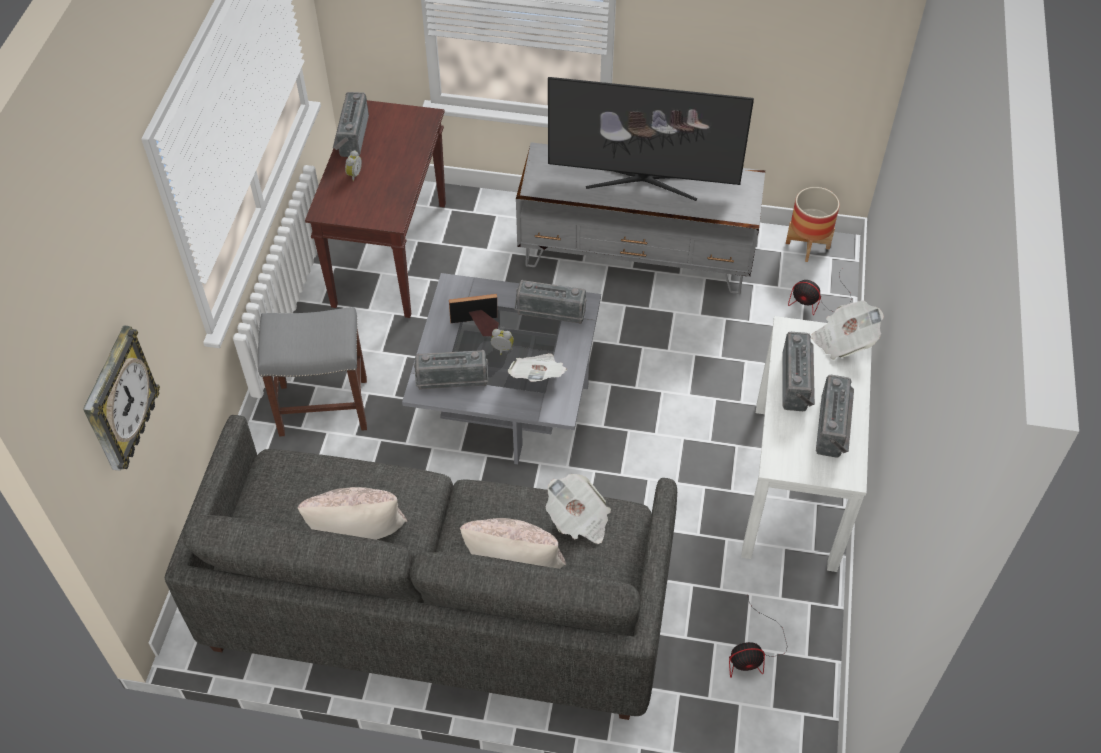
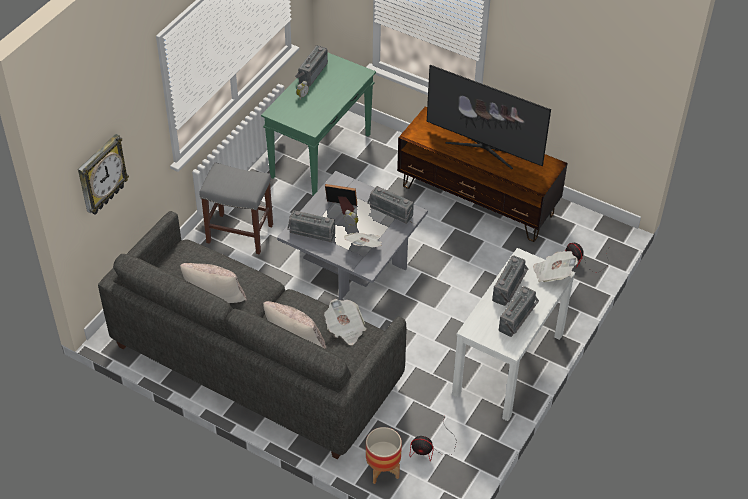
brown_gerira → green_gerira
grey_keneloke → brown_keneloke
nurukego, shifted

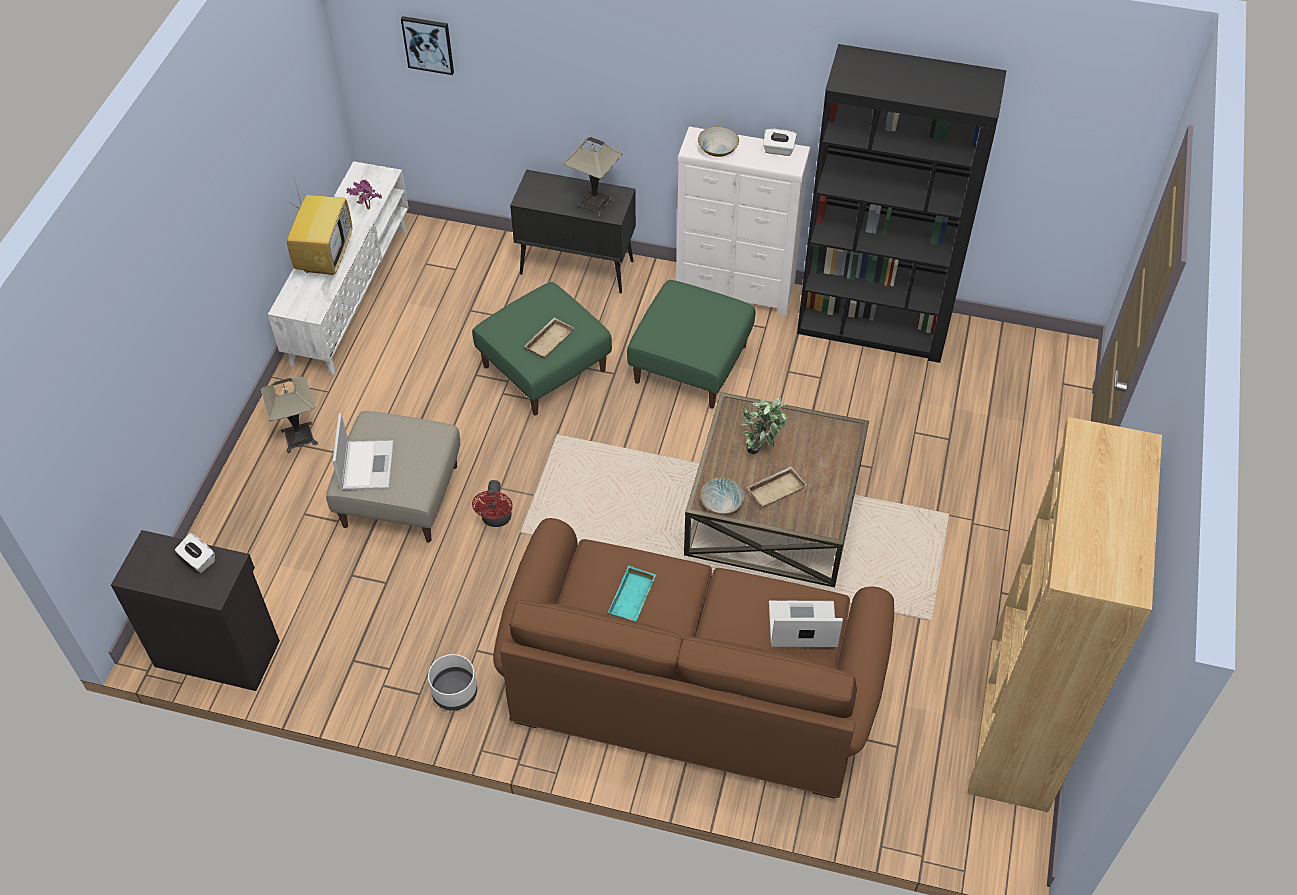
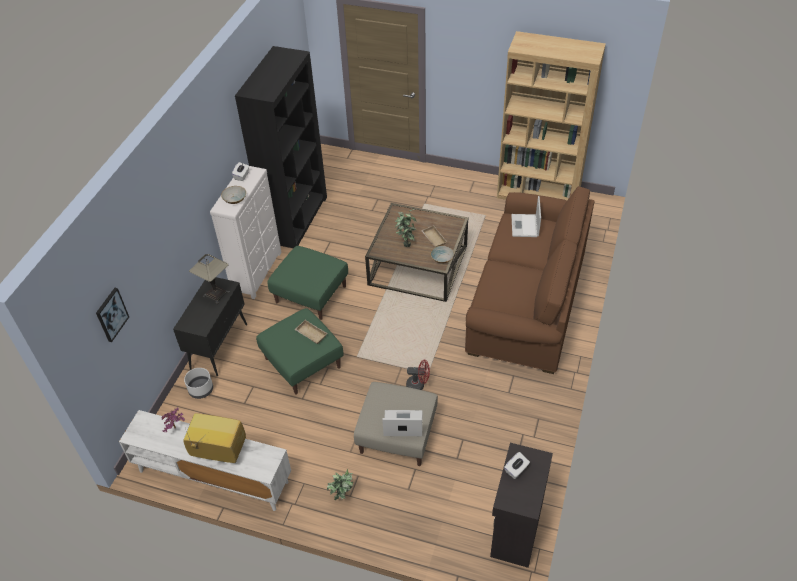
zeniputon (no. 1 from left) → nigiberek (no. 2 from left)
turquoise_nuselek → -
white_nurukego, shifted

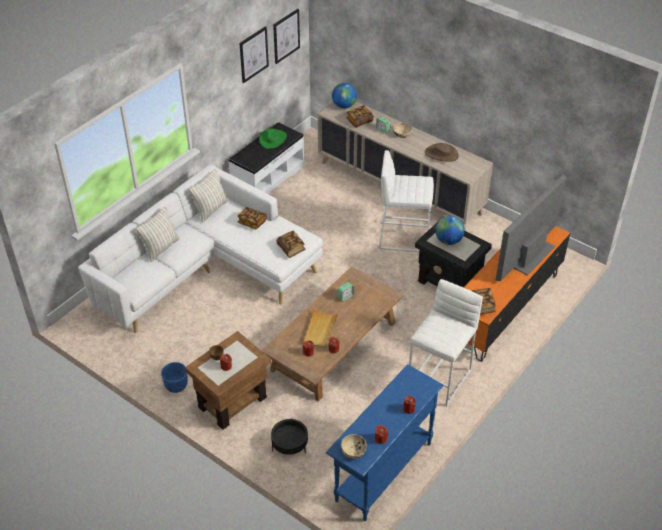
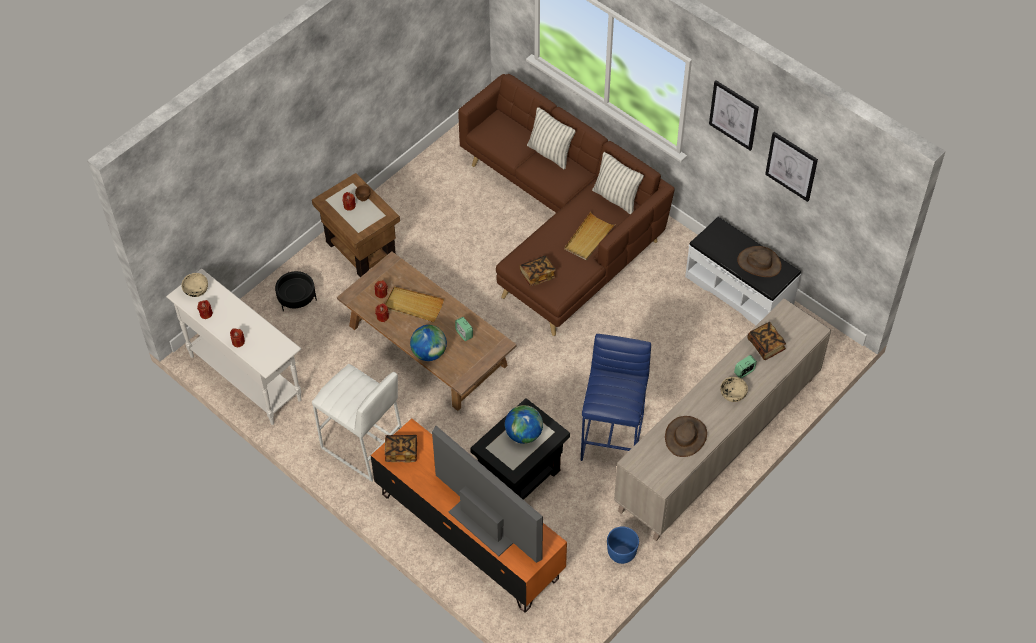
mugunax (no. 2 from left in the first image) → mugunax (no. 1 from left), shifted
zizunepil (no. 1 from left), shifted
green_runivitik → brown_runivitik (no. 2 from left)
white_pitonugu (no. 1 from left) → blue_pitonugu
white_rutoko → brown_rutoko
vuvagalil (no. 1 from left) → beige_nuselek (no. 2 from left)
blue_nurukego, shifted
blue_gerira → white_gerira

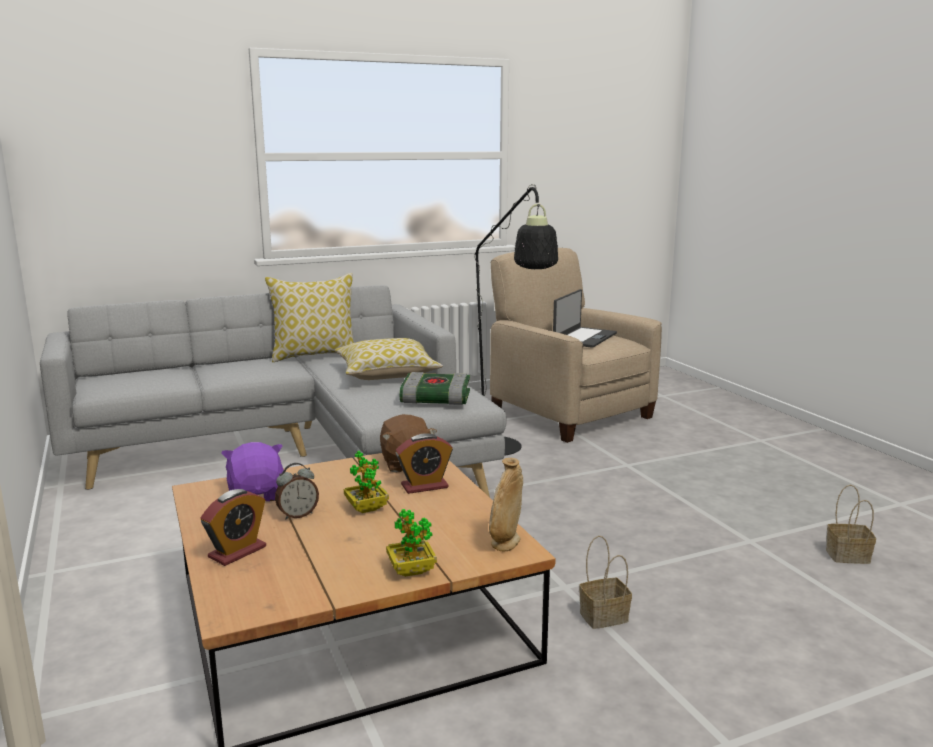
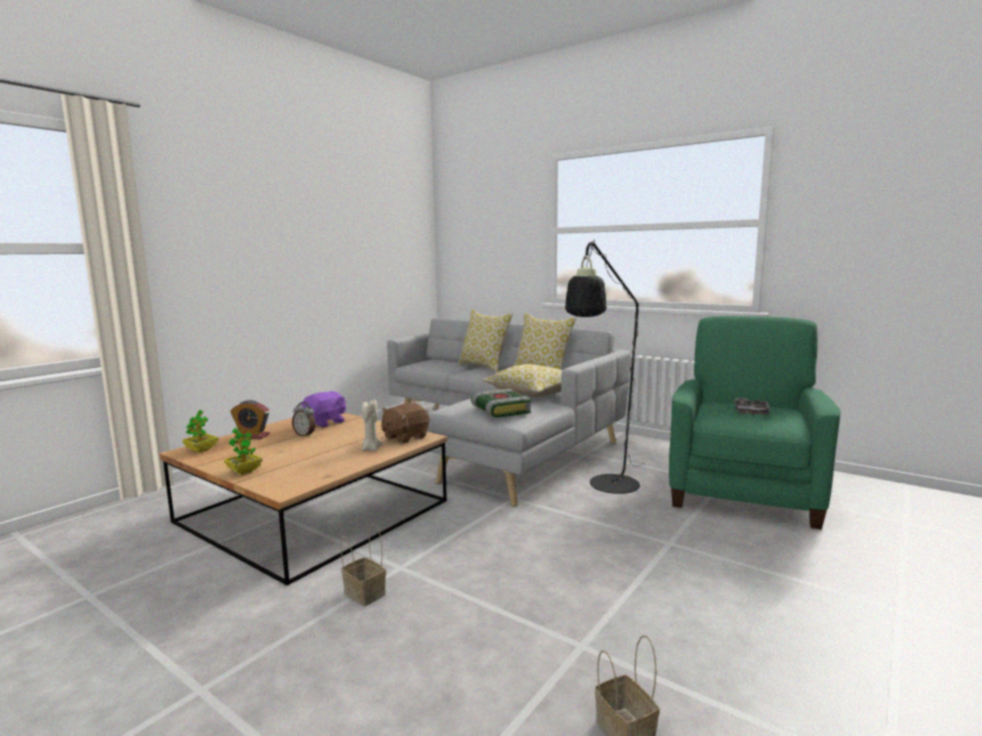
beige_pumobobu → green_pumobobu
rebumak → grey_nuselek
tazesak (no. 3 from left) → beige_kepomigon
nigiberek (no. 1 from left), shifted
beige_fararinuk → -
- → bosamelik (no. 1 from left)

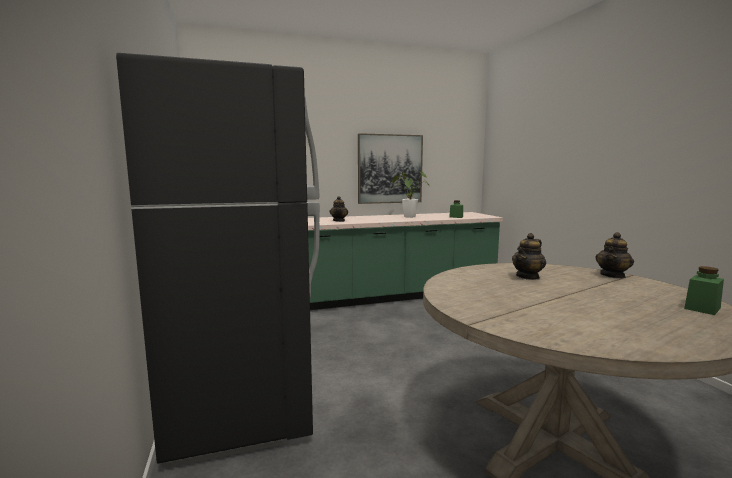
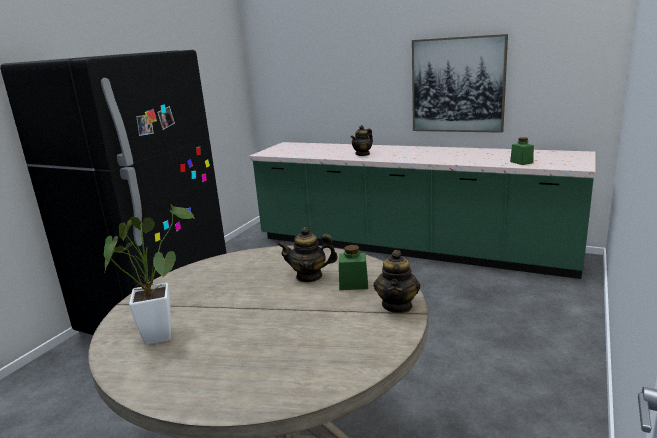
nigiberek, shifted
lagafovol (no. 3 from left), 75 degrees counterclockwise
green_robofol (no. 2 from left in the first image) → green_robofol (no. 1 from left), shifted

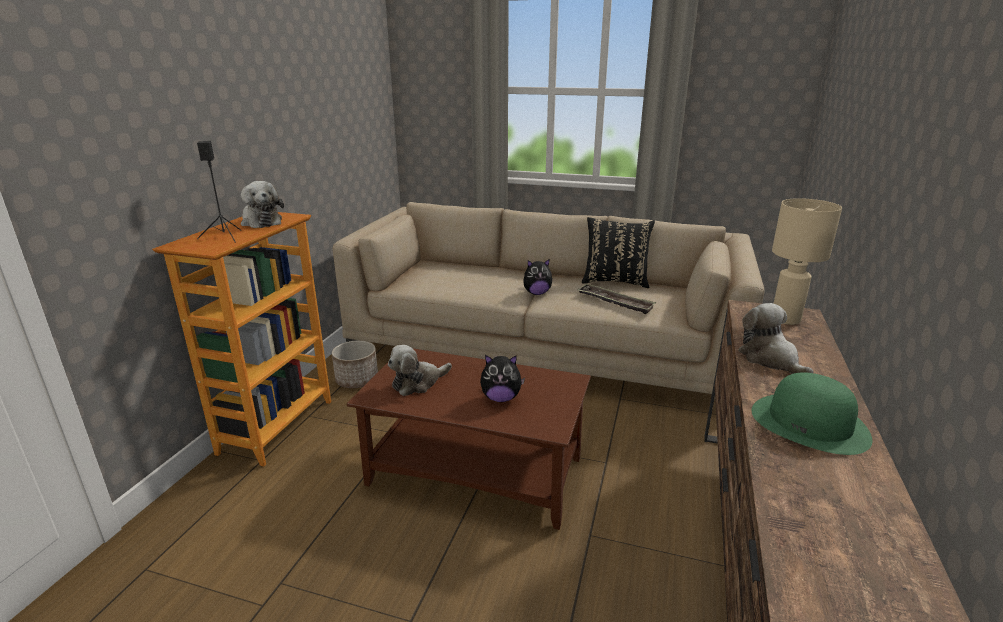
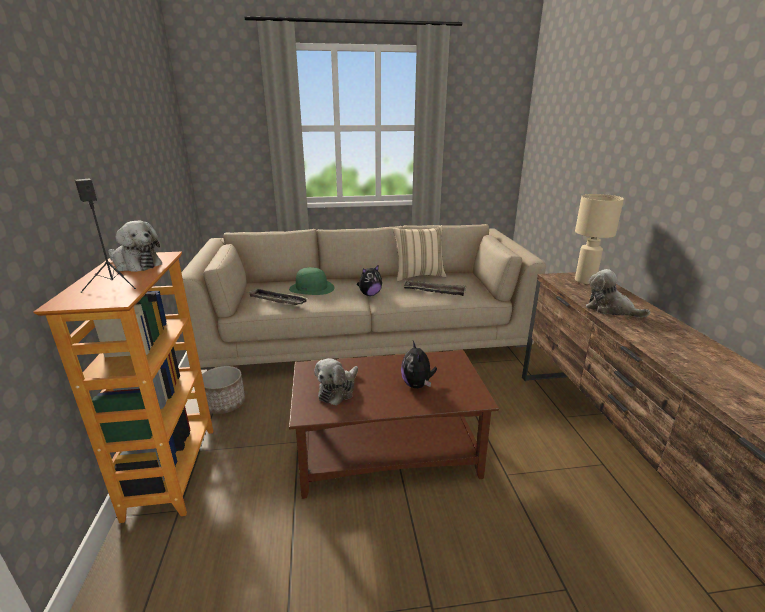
black_bosamelik → beige_bosamelik
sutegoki (no. 3 from left in the first image) → sutegoki (no. 4 from left), 105 degrees clockwise
green_runivitik, shifted
- → nuselek (no. 1 from left)

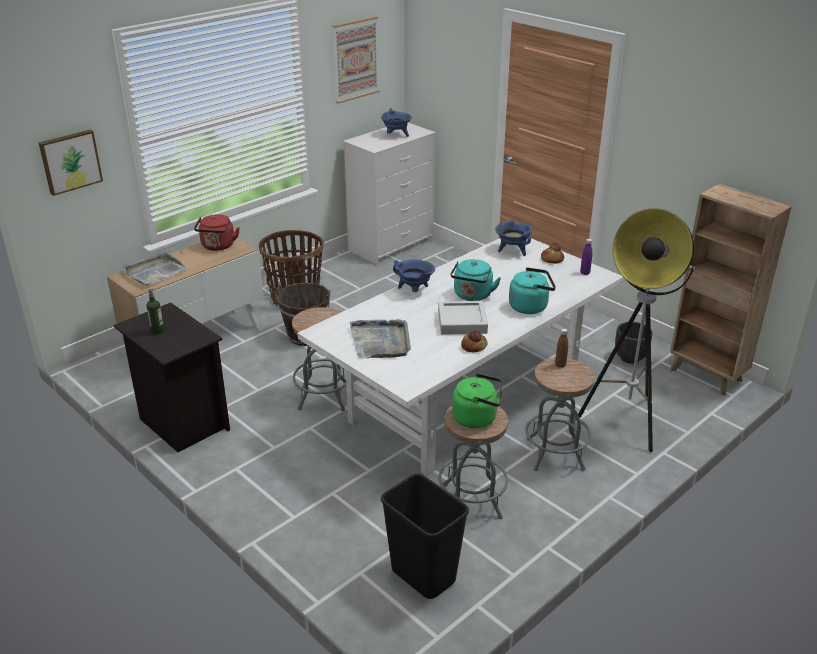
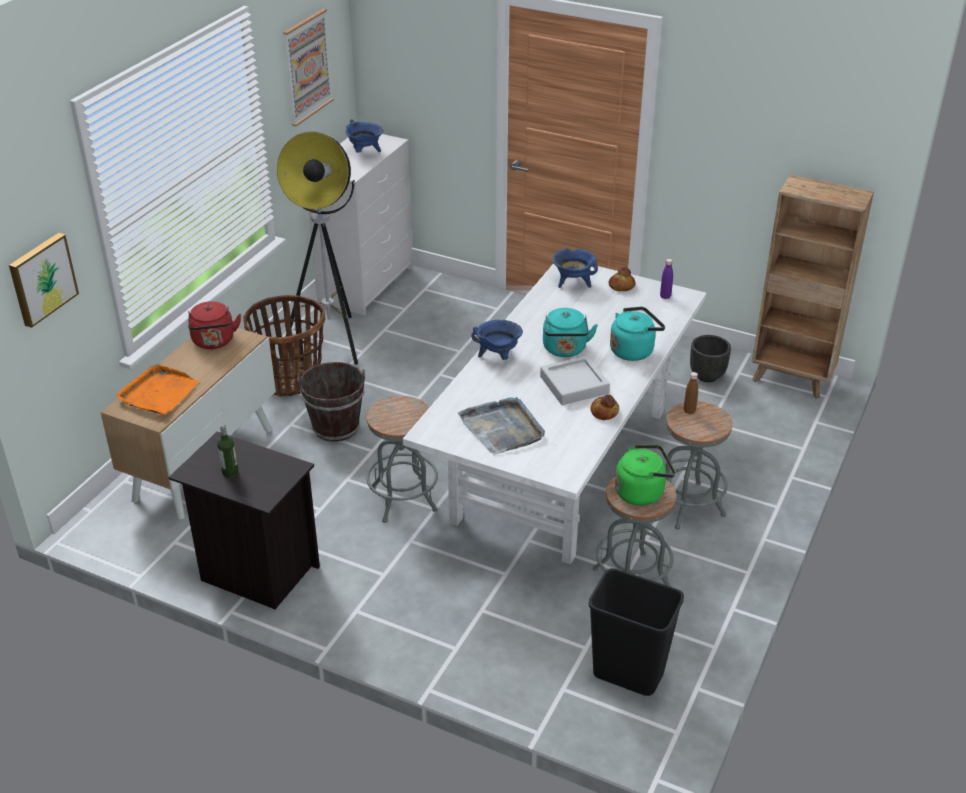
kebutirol, shifted
grey_nuselek (no. 1 from left) → orange_nuselek

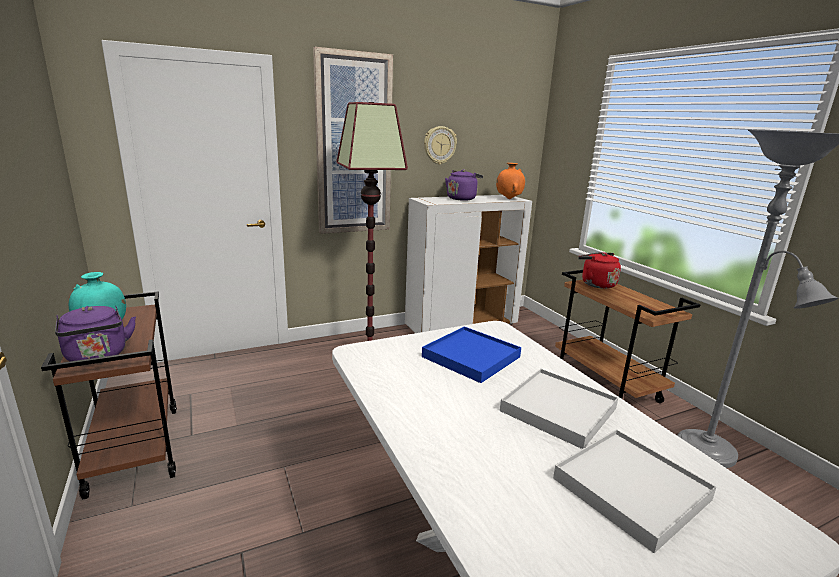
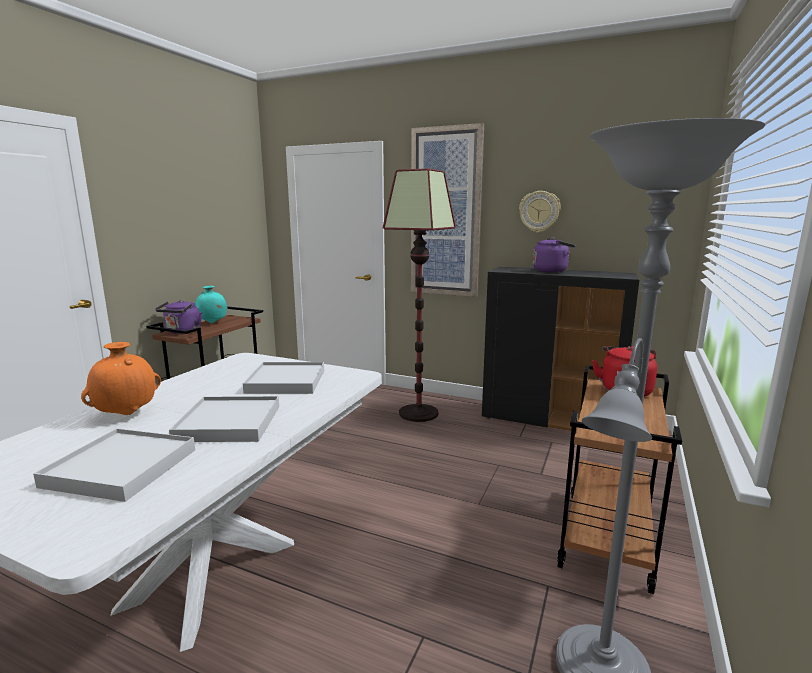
orange_fararinuk, shifted
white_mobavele → black_mobavele
blue_nuselek → white_nuselek (no. 3 from left)

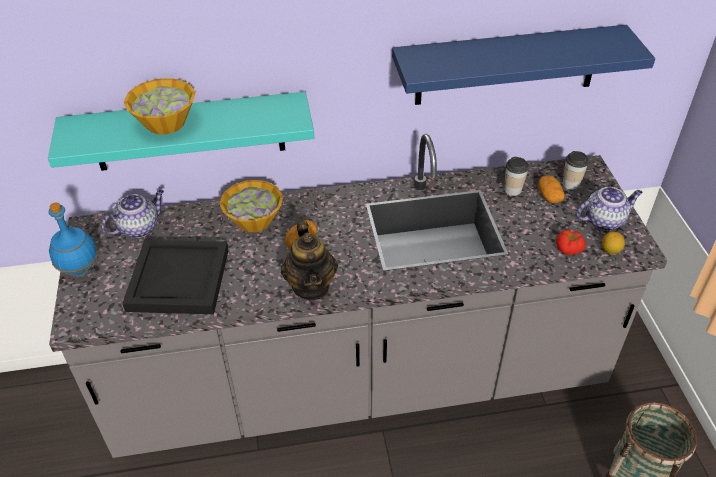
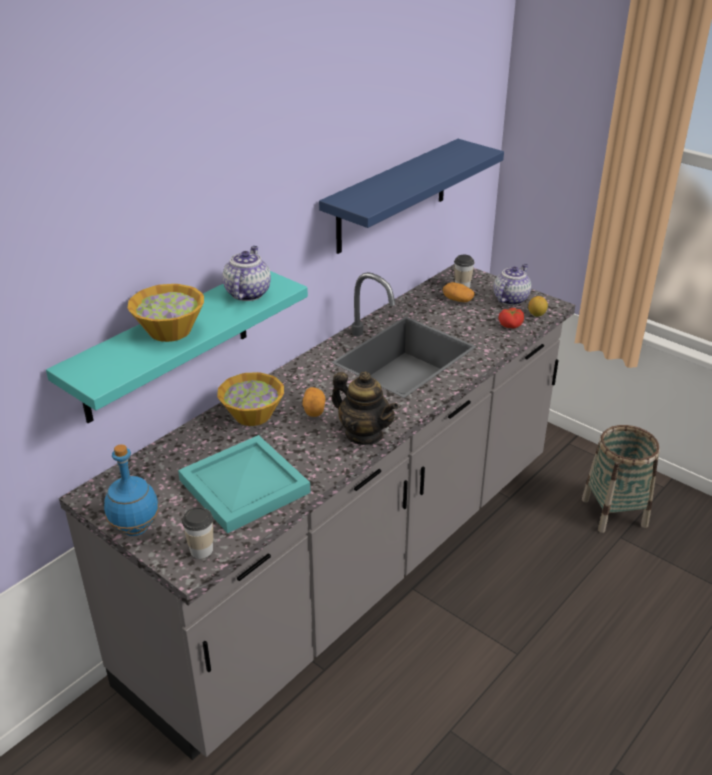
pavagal (no. 1 from left), shifted
lagafovol (no. 1 from left), shifted
black_nuselek → turquoise_nuselek

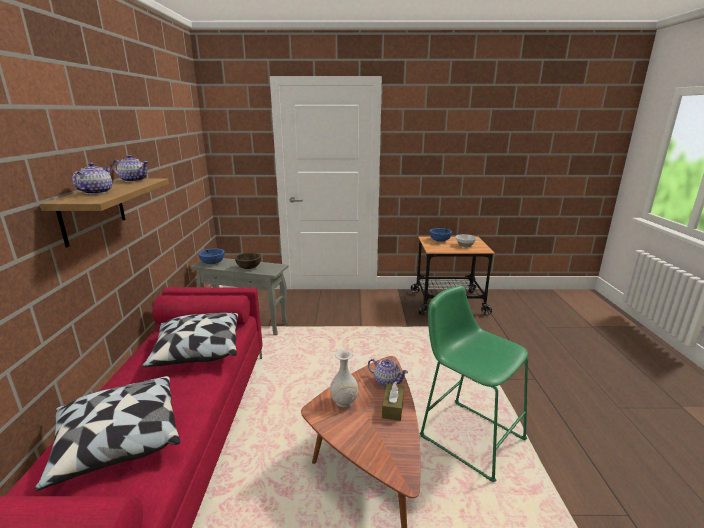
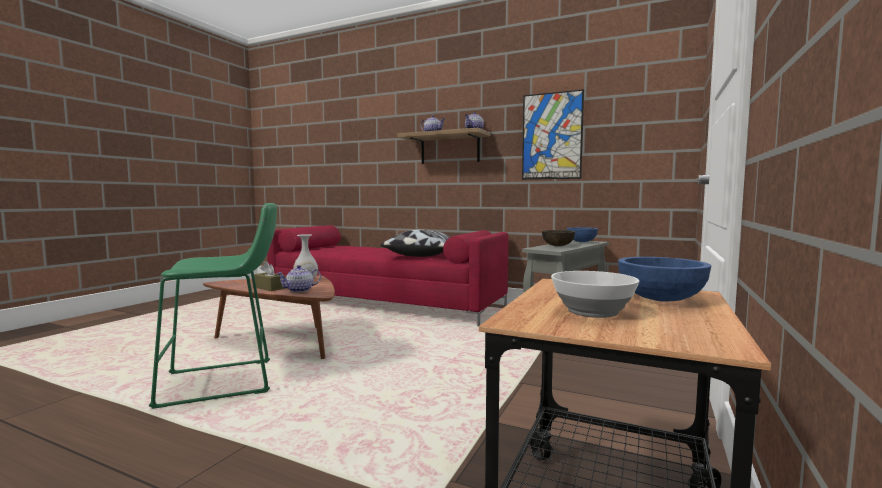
bosamelik (no. 1 from left) → -
- → mugunax

